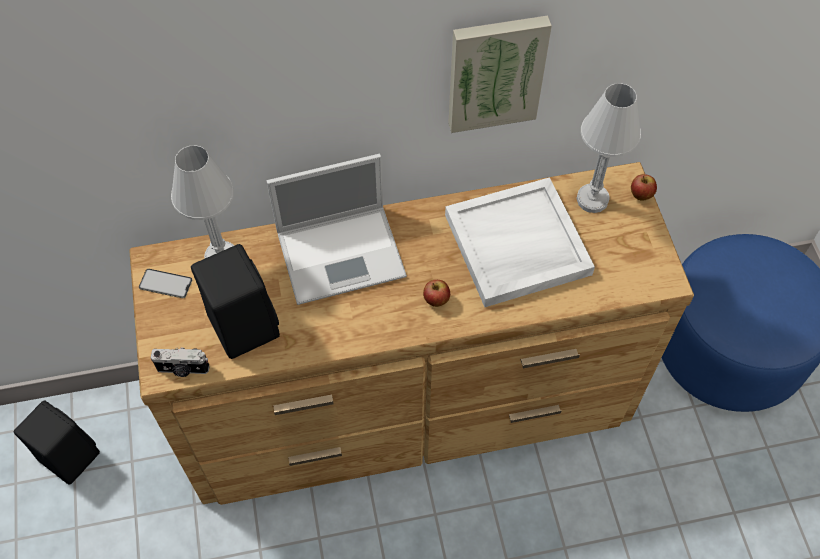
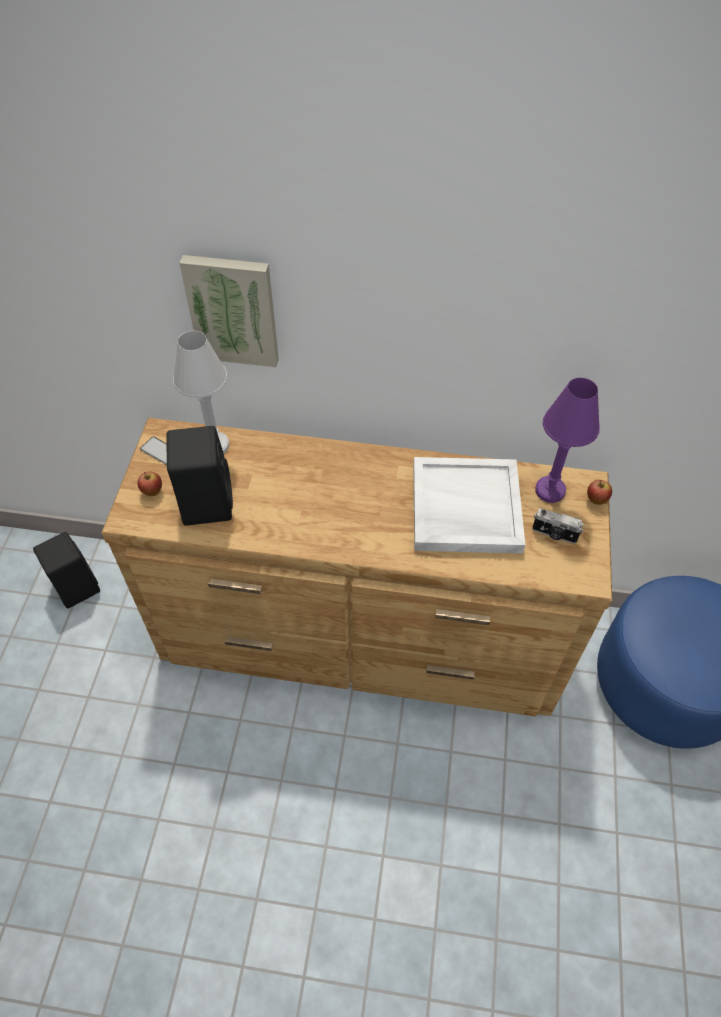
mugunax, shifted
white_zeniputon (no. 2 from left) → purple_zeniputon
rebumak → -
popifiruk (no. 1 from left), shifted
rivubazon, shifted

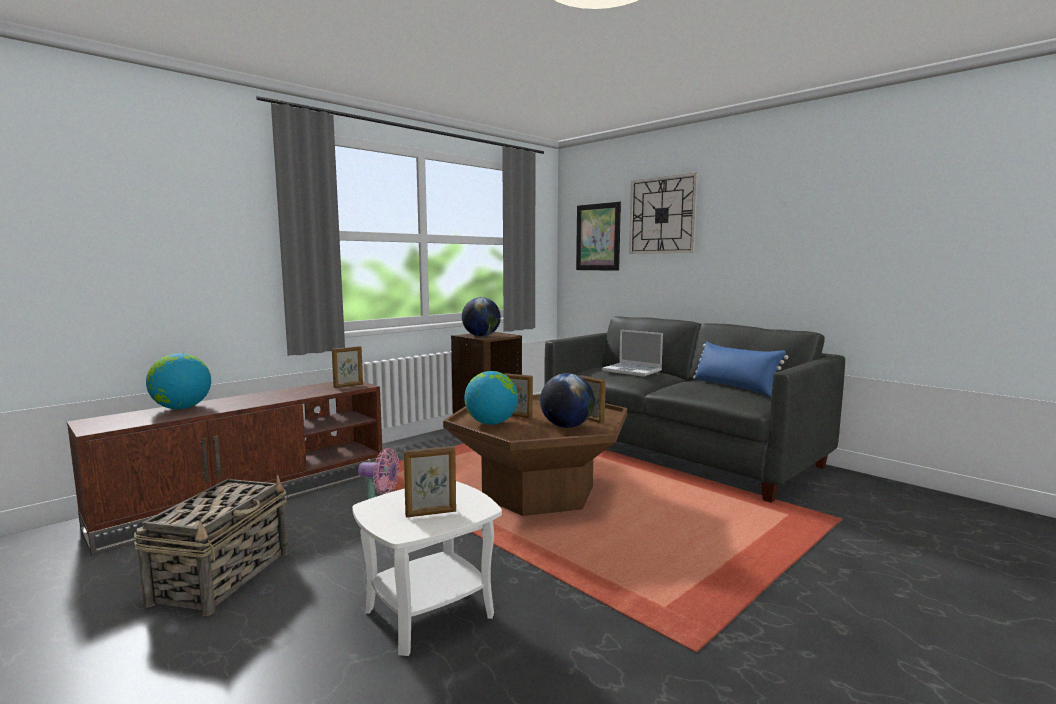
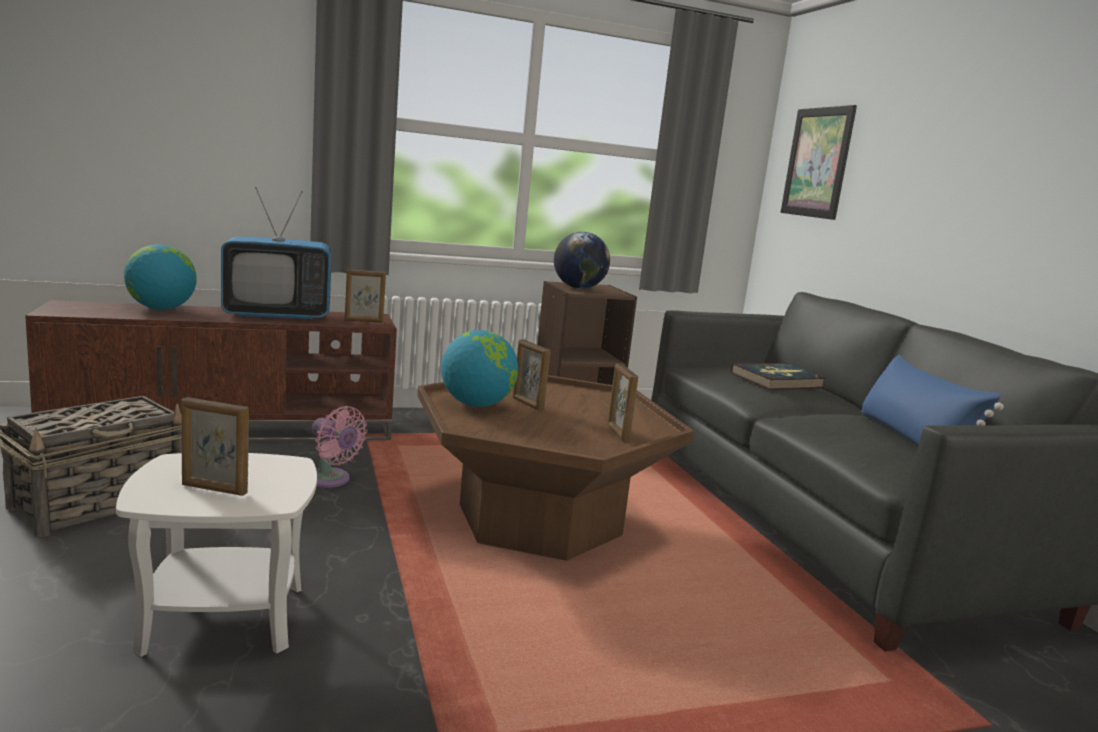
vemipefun → -
rebumak → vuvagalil
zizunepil (no. 4 from left) → -
- → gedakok

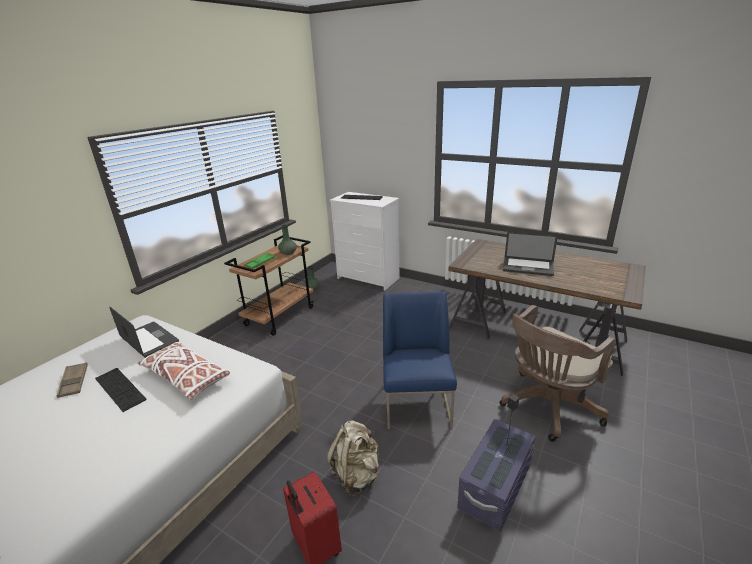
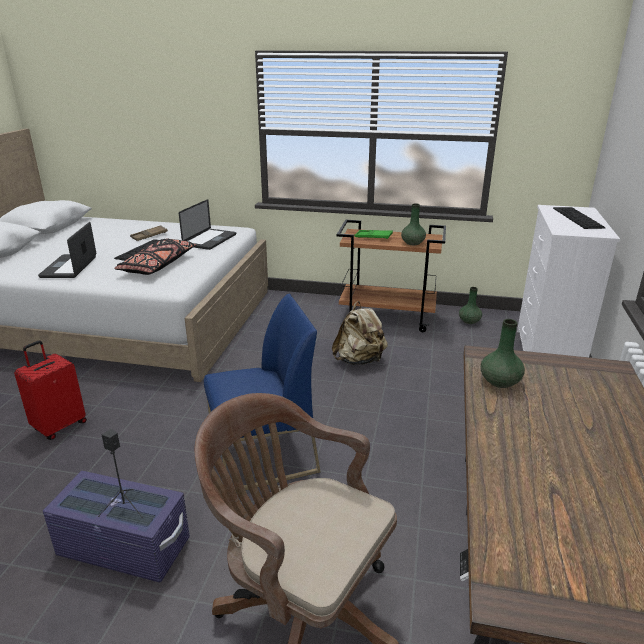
rebumak (no. 2 from left in the first image) → rebumak (no. 1 from left), shifted
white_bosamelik → black_bosamelik
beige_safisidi, shifted
- → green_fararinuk (no. 3 from left)

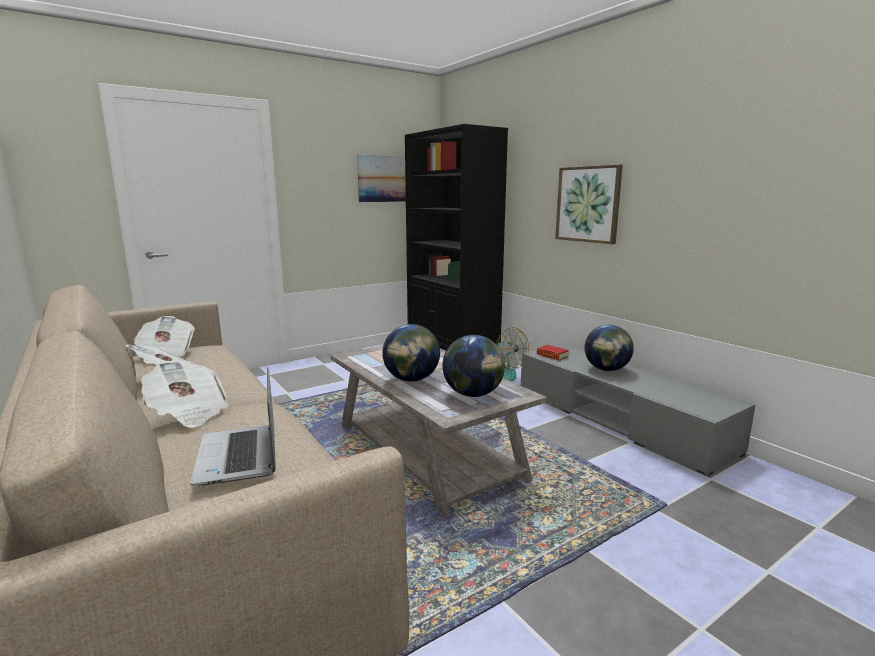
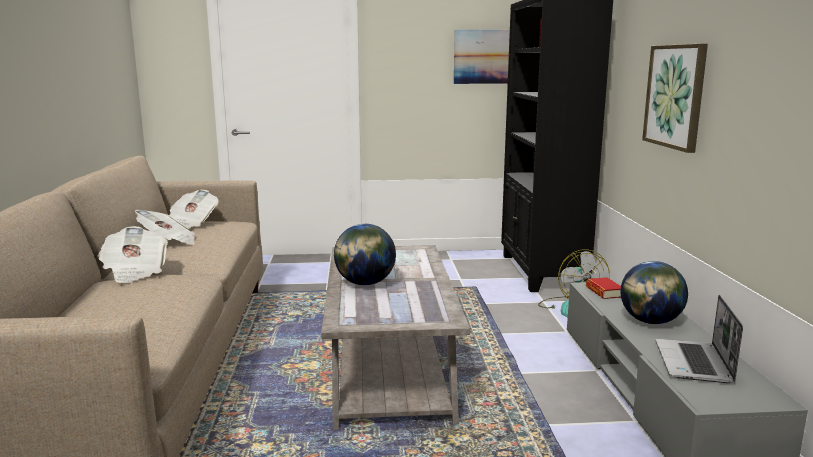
zizunepil (no. 2 from left) → -
rebumak, shifted

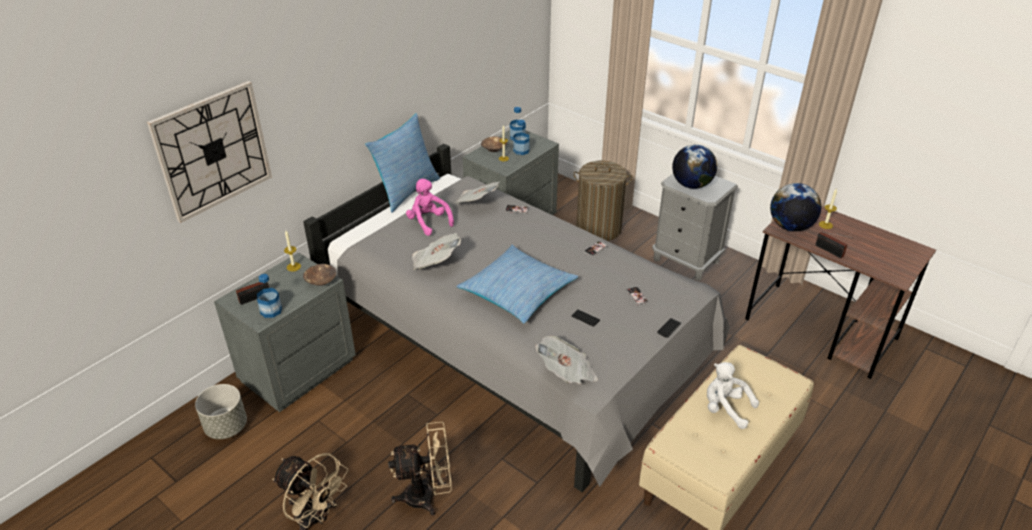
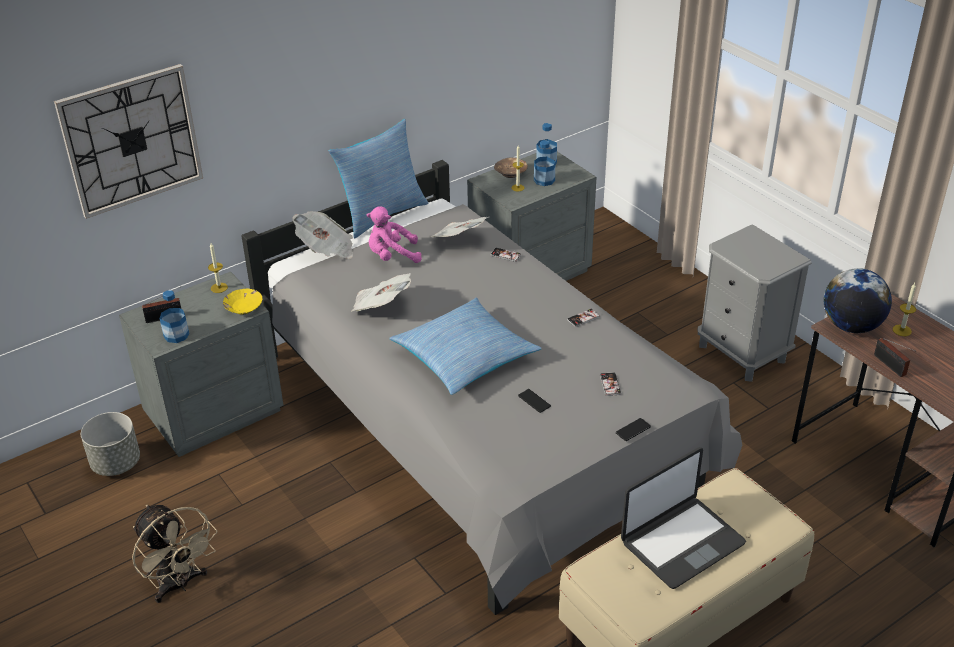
zizunepil (no. 1 from left) → -
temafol → -
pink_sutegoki, 75 degrees counterclockwise
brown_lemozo (no. 1 from left) → yellow_lemozo
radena (no. 3 from left in the first image) → radena (no. 1 from left), shifted
white_sutegoki → rebumak
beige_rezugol (no. 2 from left) → -

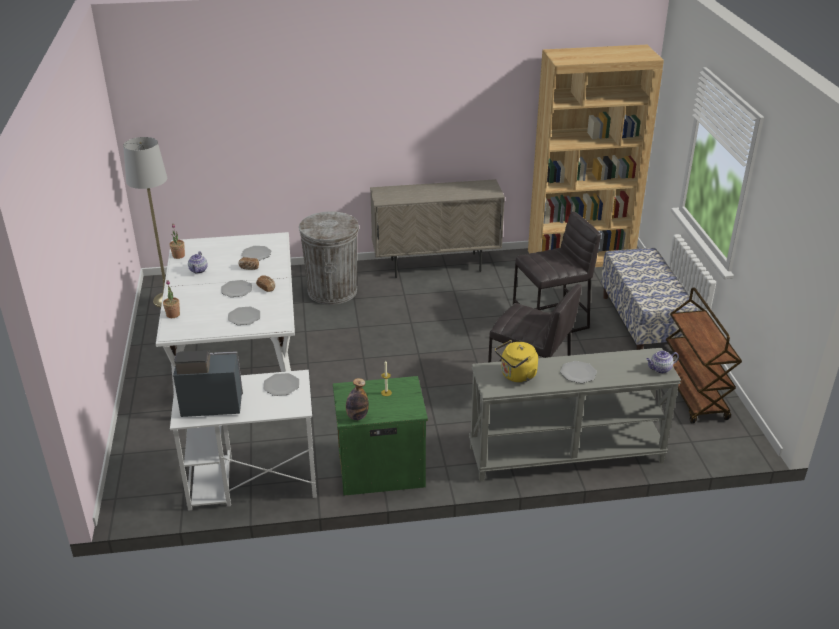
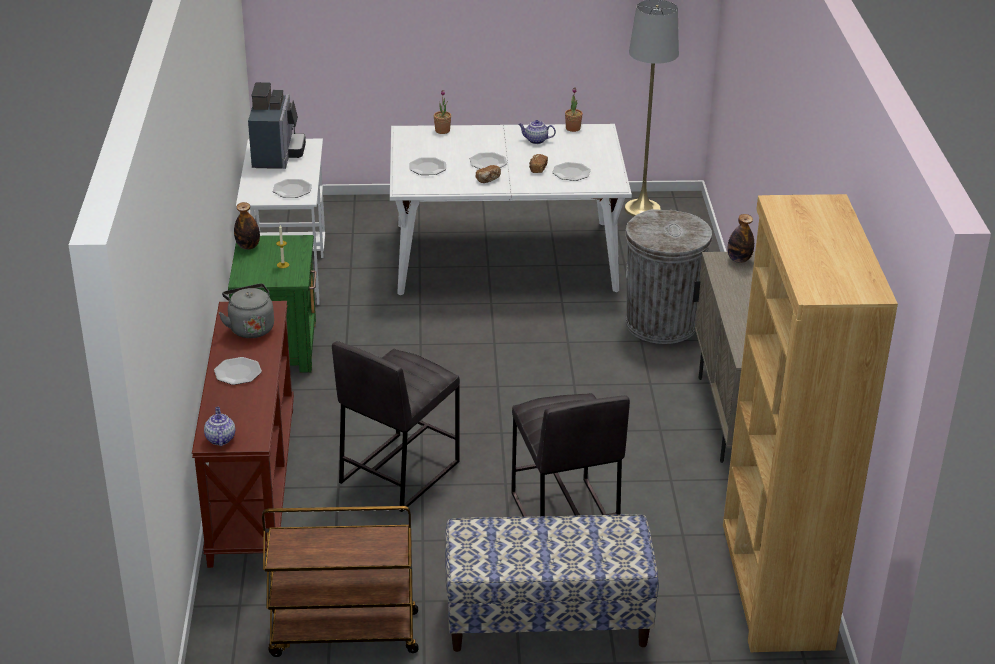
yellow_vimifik → grey_vimifik
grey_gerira → brown_gerira
- → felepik (no. 2 from left)

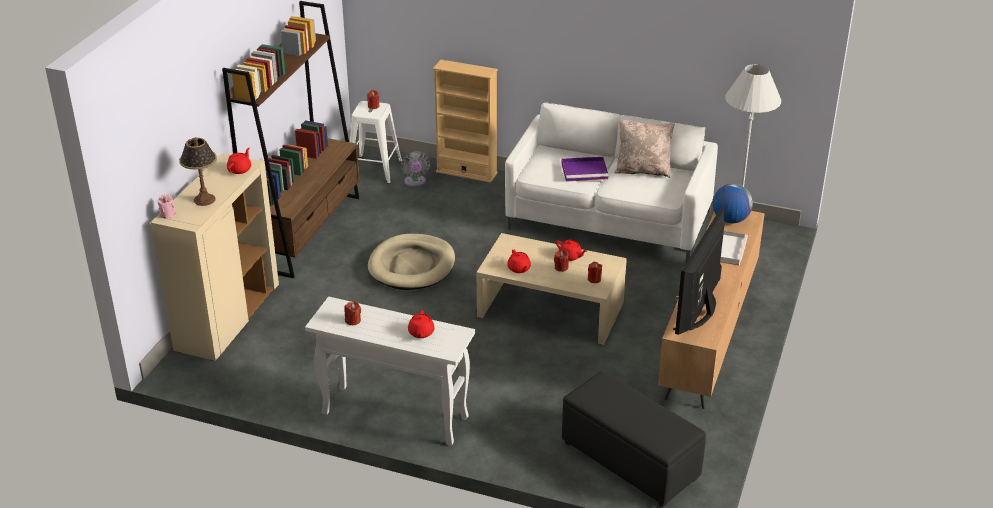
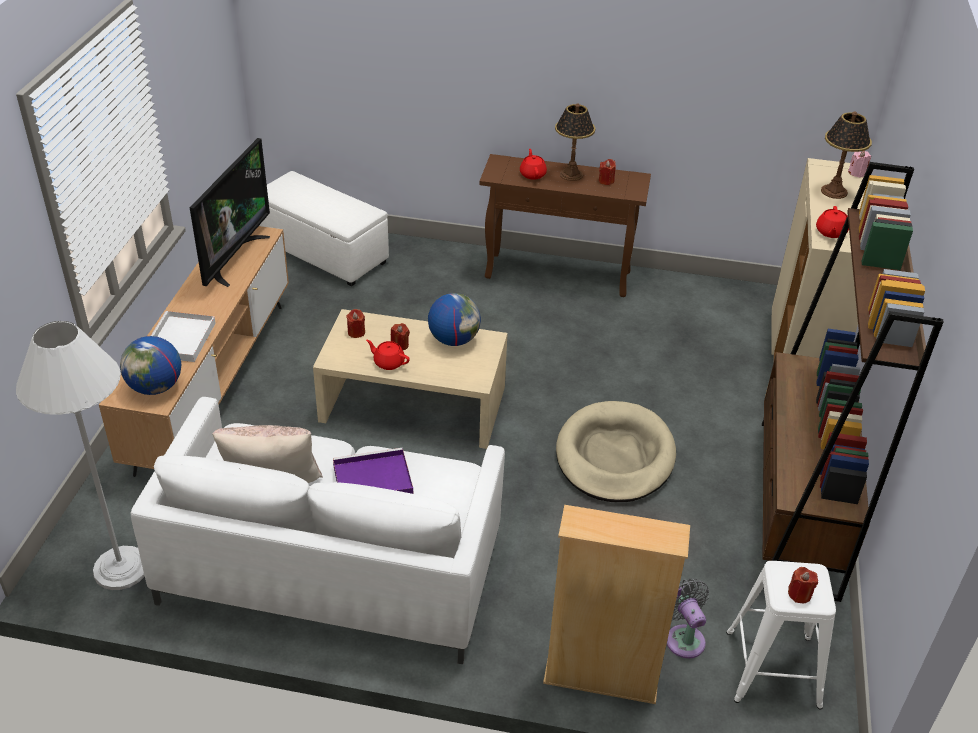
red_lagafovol (no. 3 from left) → zizunepil (no. 2 from left)
white_gerira → brown_gerira
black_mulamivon → white_mulamivon
- → zeniputon (no. 1 from left)

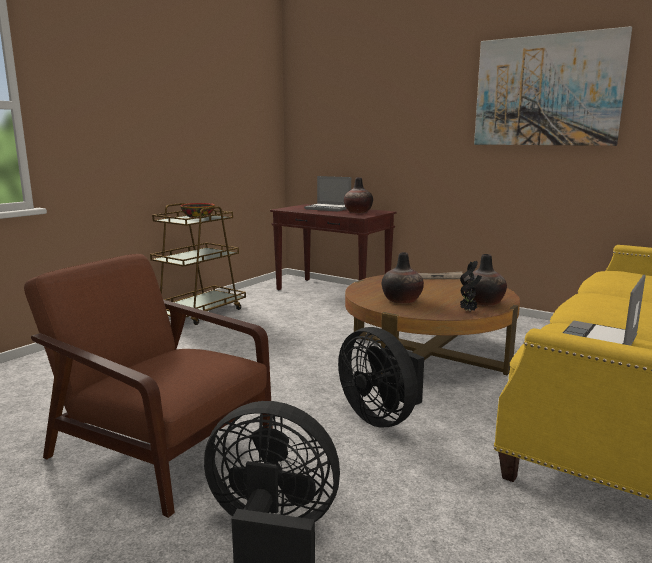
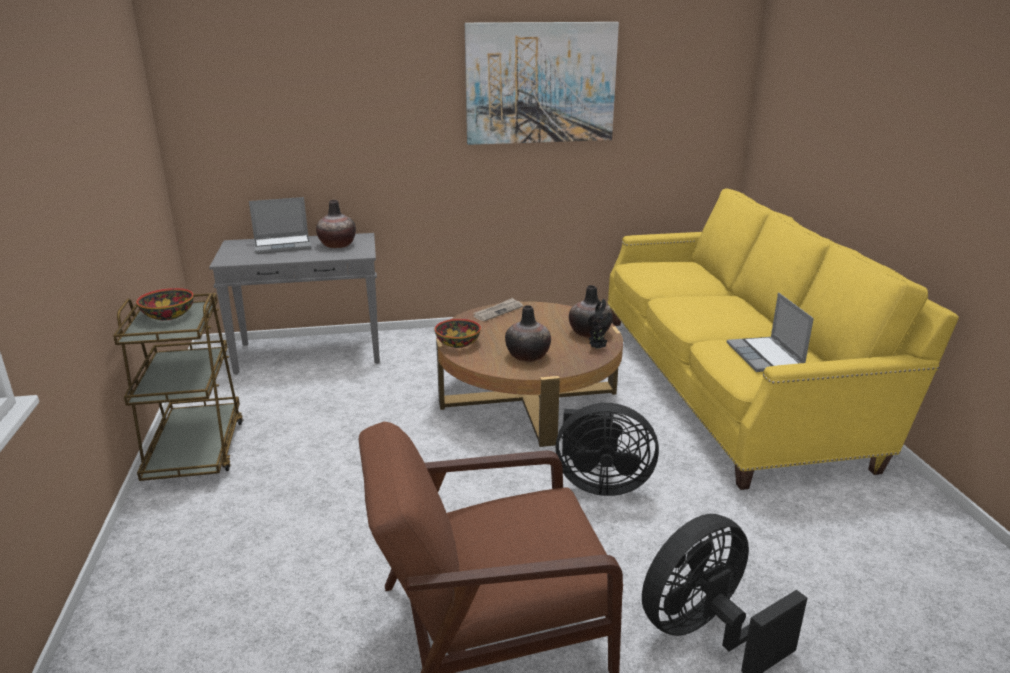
brown_gerira → grey_gerira
- → lemozo (no. 2 from left)

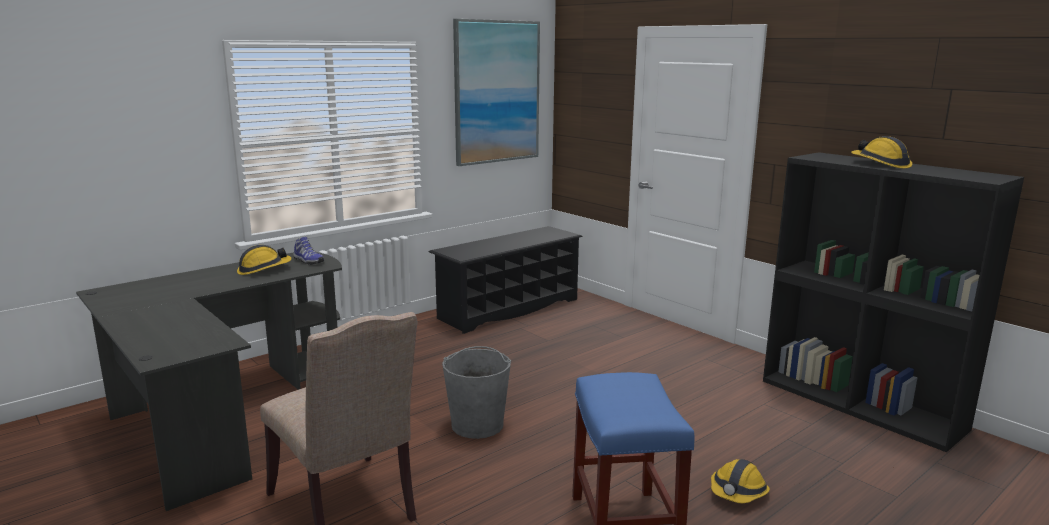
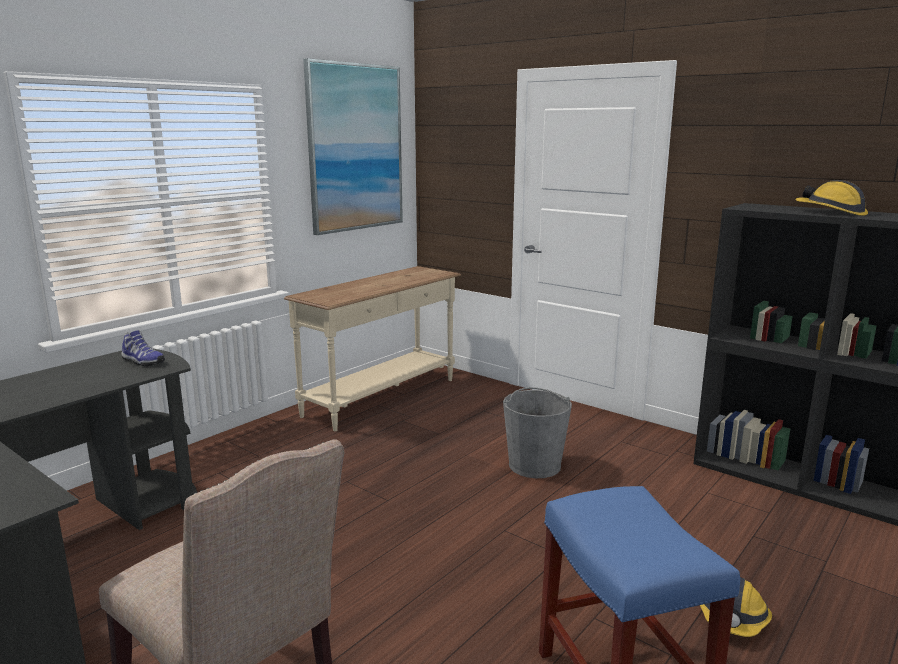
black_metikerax → beige_gerira
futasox (no. 1 from left) → -
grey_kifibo, shifted

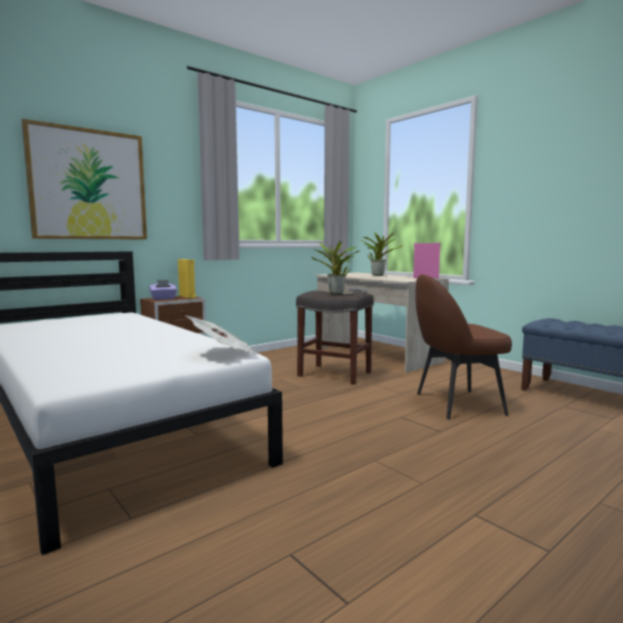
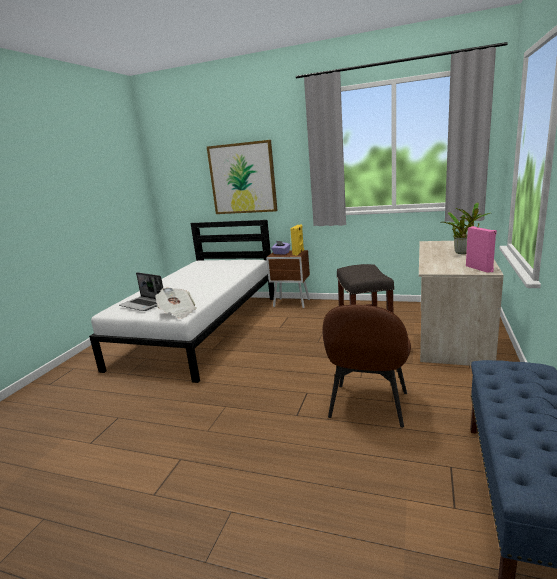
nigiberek (no. 1 from left) → -
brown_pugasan, 120 degrees counterclockwise
- → rebumak

